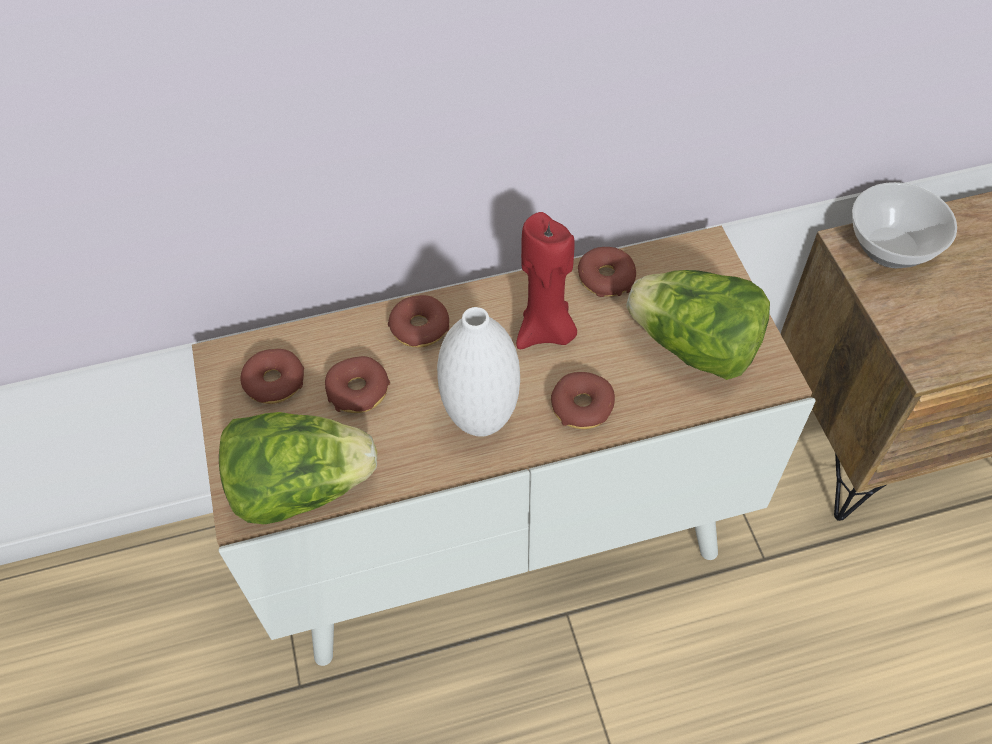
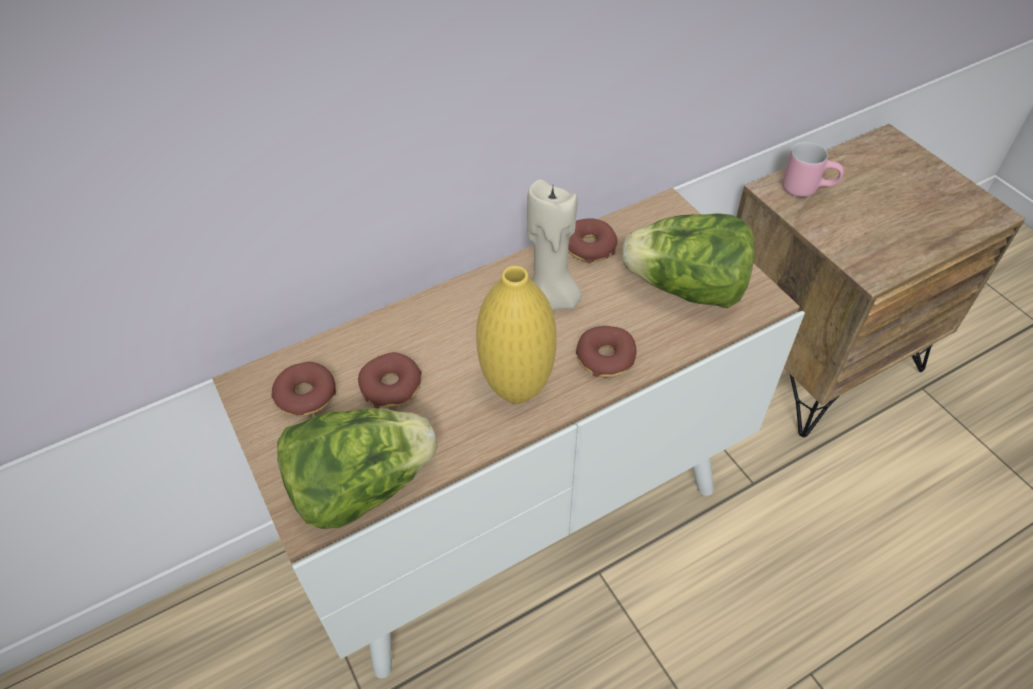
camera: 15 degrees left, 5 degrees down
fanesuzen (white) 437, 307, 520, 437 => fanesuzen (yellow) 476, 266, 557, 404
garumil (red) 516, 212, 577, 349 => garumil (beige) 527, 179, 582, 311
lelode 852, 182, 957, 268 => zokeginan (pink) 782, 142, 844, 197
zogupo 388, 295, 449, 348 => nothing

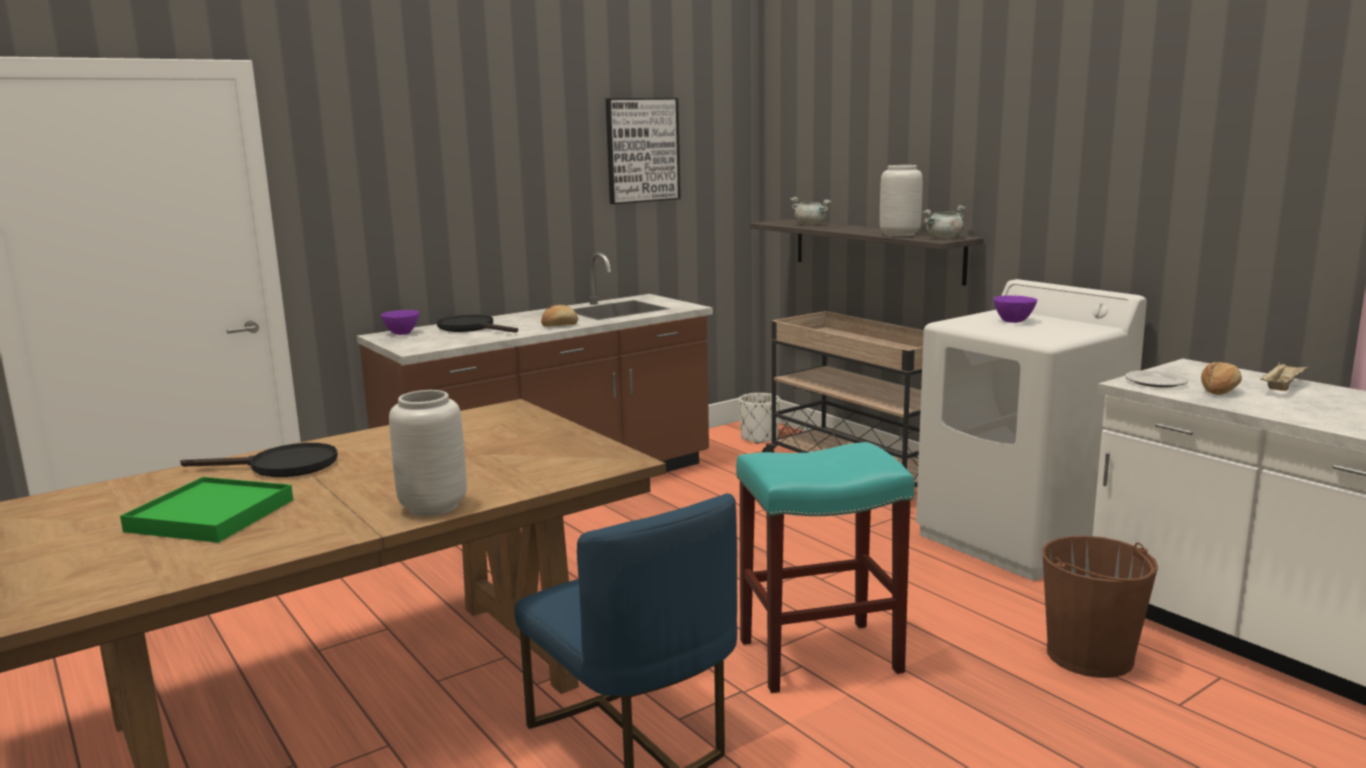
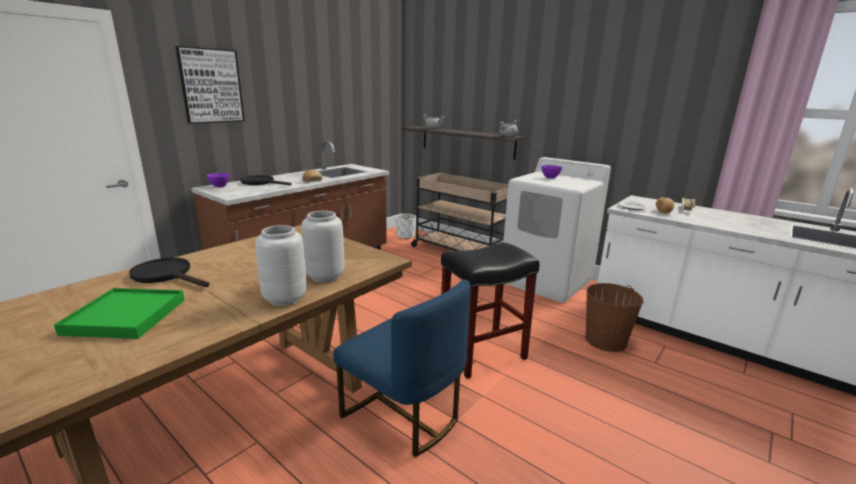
camera: 15 degrees left, 5 degrees up
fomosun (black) 180, 443, 338, 477 => fomosun (black) 129, 258, 209, 287, 135 degrees counterclockwise
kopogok 606, 98, 681, 204 => kopogok 175, 46, 245, 124, move
fanesuzen (grey) 880, 165, 923, 236 => fanesuzen (grey) 301, 211, 344, 282, move
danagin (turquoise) 736, 442, 914, 693 => danagin (black) 441, 242, 539, 379

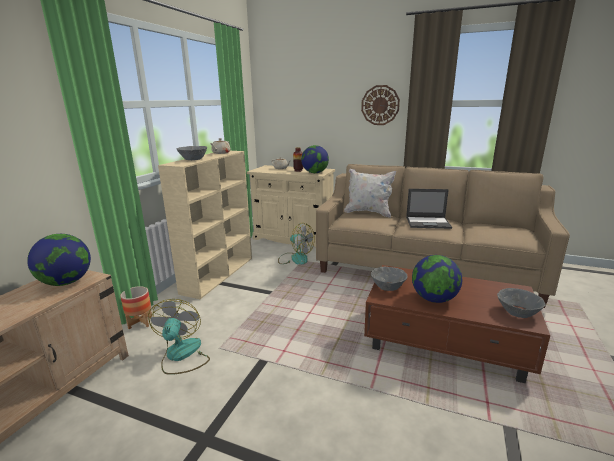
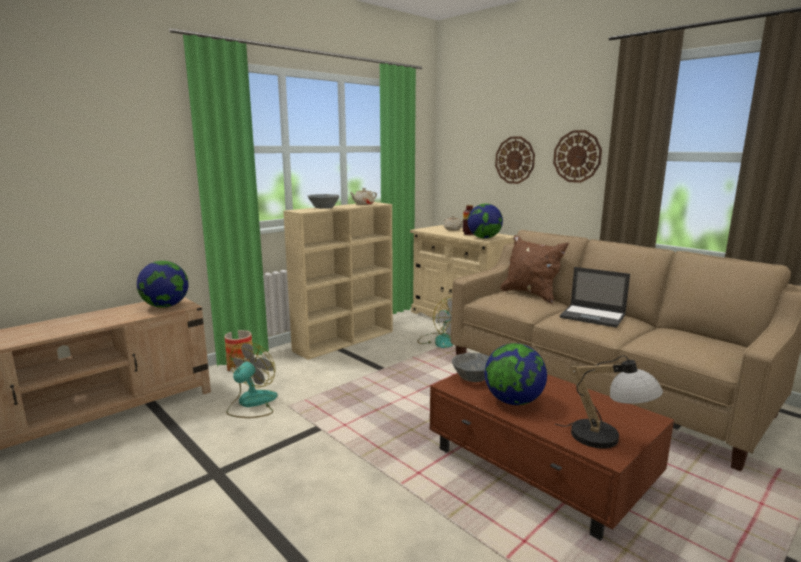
camera: 25 degrees right, 5 degrees down
nothing => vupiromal 495, 136, 535, 184
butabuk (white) 344, 169, 396, 218 => butabuk (brown) 500, 235, 569, 304
lelode (grey) 497, 288, 546, 318 => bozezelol 555, 356, 663, 449

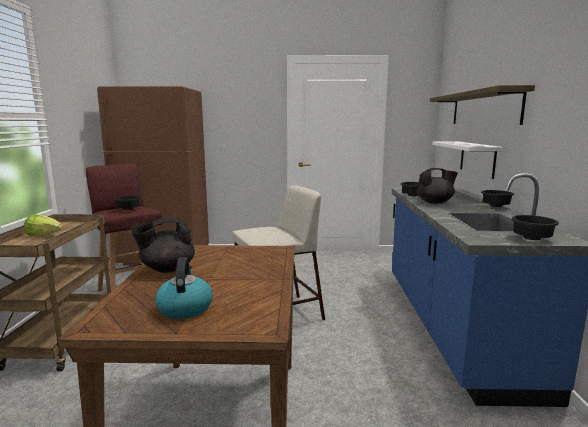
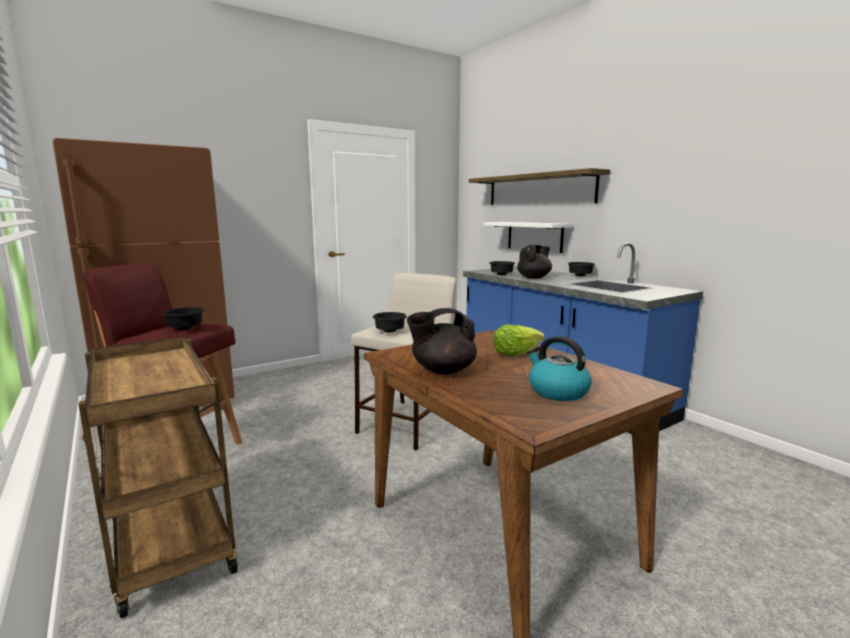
camera: 35 degrees left, 0 degrees up
lelode (black) 511, 215, 559, 240 => lelode (black) 373, 312, 407, 332, move
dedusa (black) 131, 218, 195, 273 => dedusa (black) 407, 308, 477, 374, 45 degrees clockwise
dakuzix 24, 214, 63, 236 => dakuzix 493, 324, 545, 356, move

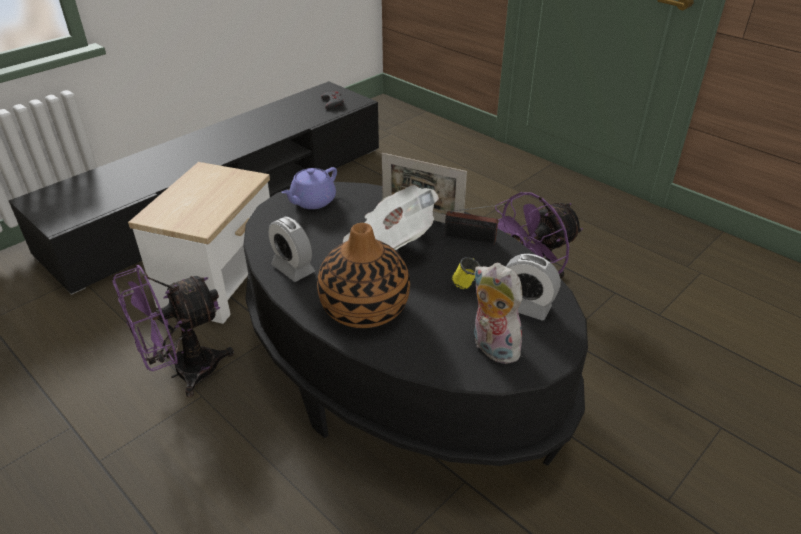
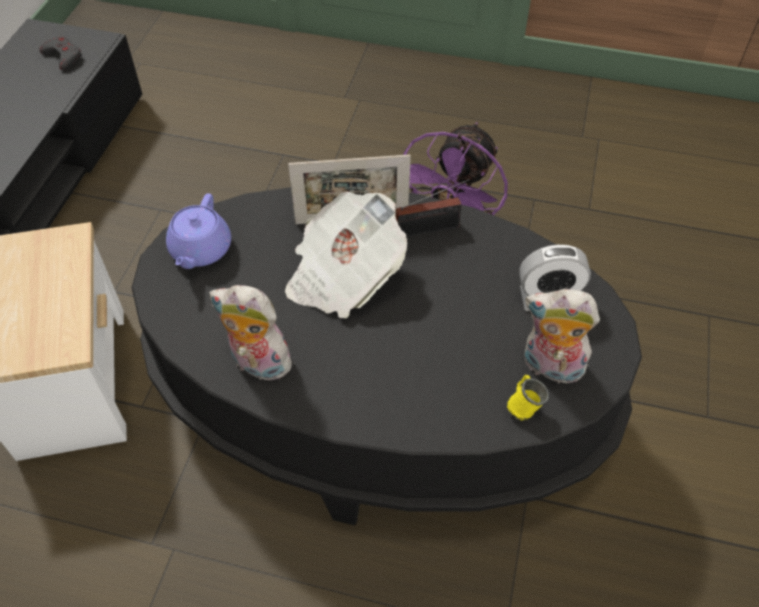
camera: 30 degrees left, 15 degrees up
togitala 268, 217, 315, 282 => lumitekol 209, 285, 299, 380
zokeginan (yellow) 452, 257, 480, 289 => zokeginan (yellow) 507, 374, 549, 420, move
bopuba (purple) 113, 265, 234, 397 => nothing
fanesuzen 317, 223, 410, 328 => nothing

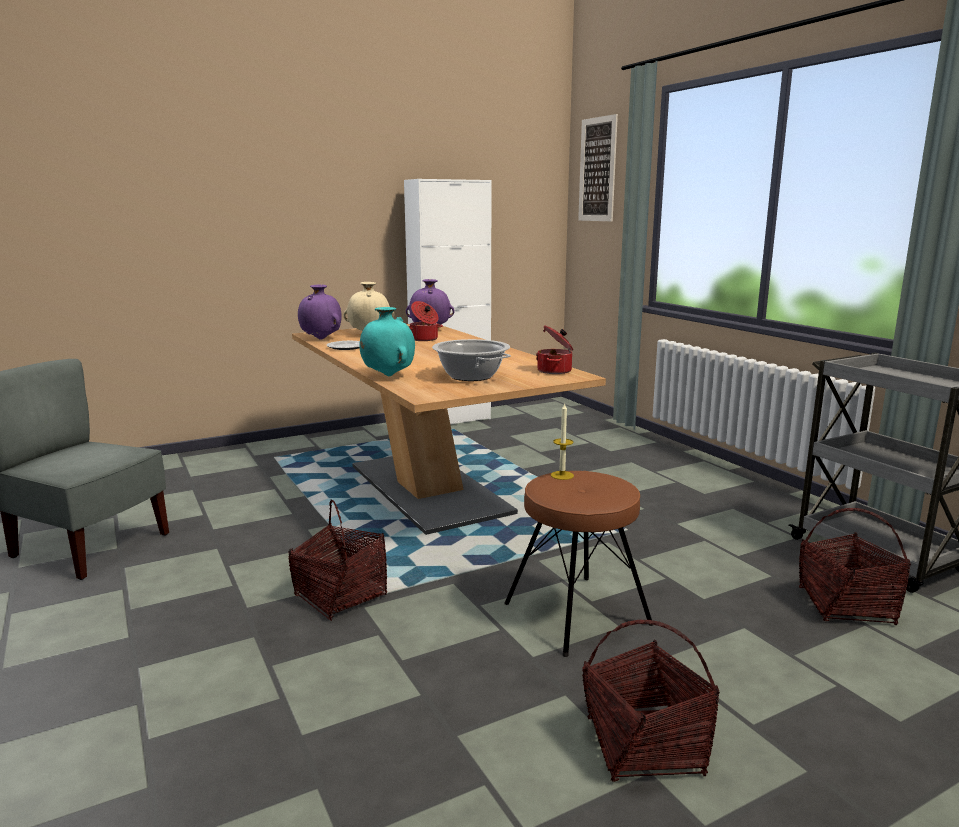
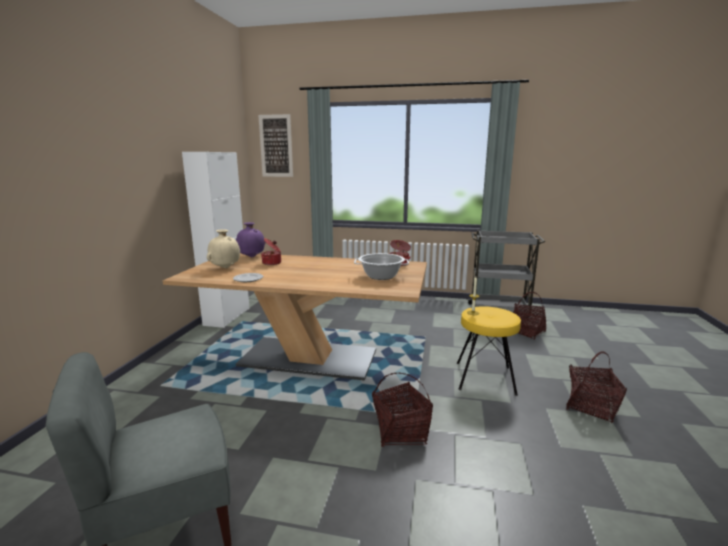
camera: 50 degrees left, 0 degrees up
danagin (brown) 504, 471, 653, 657 => danagin (yellow) 457, 306, 521, 396
fanesuzen (purple) 298, 284, 342, 340 => nothing
fanesuzen (turquoise) 360, 307, 415, 376 => nothing

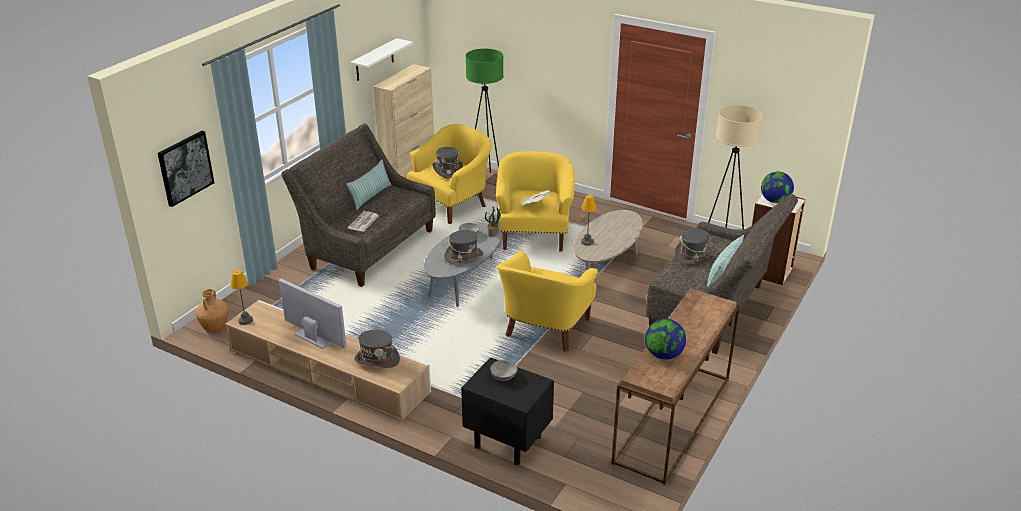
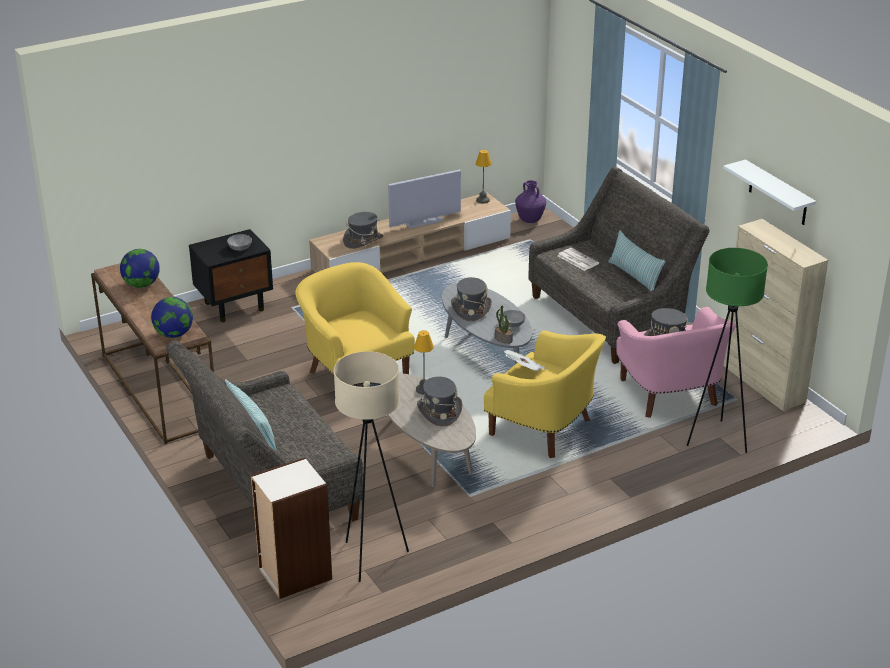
camera: 120 degrees right, 0 degrees up
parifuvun 761, 171, 794, 203 => parifuvun 151, 297, 193, 338, move
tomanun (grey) 675, 229, 713, 265 => tomanun (grey) 417, 376, 462, 426, move
fanesuzen (brown) 195, 289, 229, 332 => fanesuzen (purple) 515, 180, 546, 223
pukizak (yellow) 407, 124, 492, 224 => pukizak (pink) 616, 307, 736, 418
kopogok 158, 131, 214, 207 => nothing

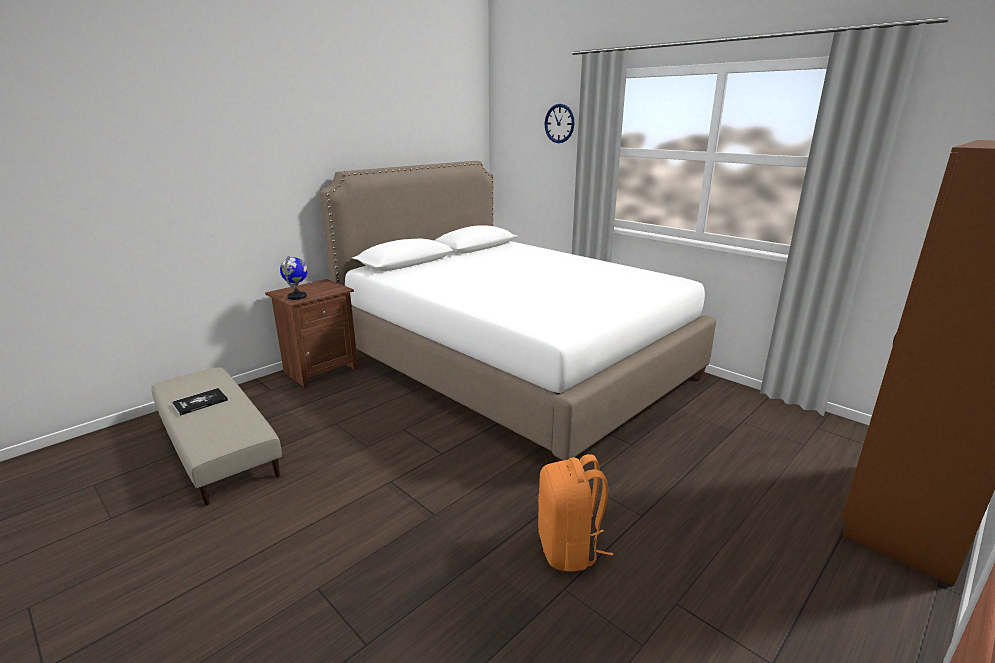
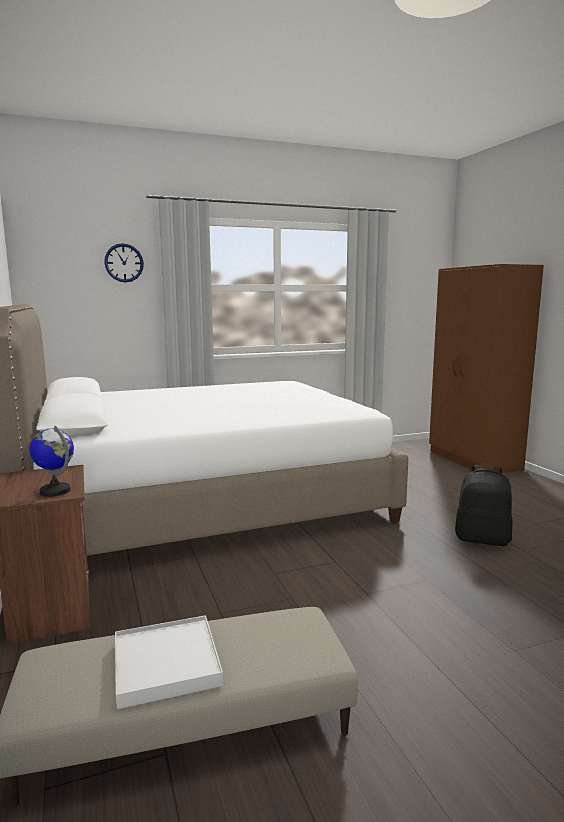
camera: 65 degrees left, 10 degrees down
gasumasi 172, 388, 228, 416 => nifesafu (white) 115, 615, 223, 709
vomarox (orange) 538, 454, 613, 571 => vomarox (black) 455, 465, 513, 546

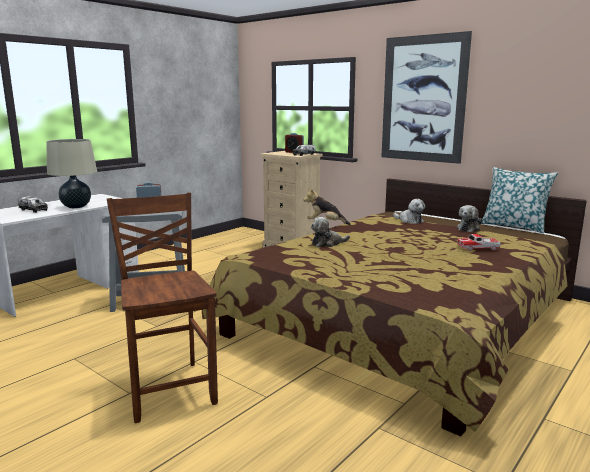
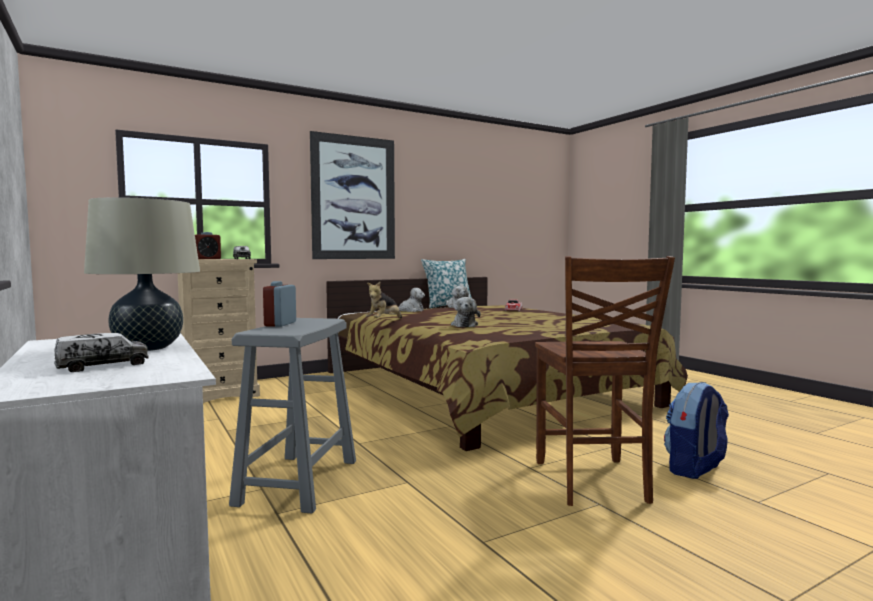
camera: 70 degrees left, 10 degrees down
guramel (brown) 107, 193, 218, 423 => guramel (brown) 535, 256, 675, 506, 90 degrees counterclockwise
nothing => vomarox 664, 382, 729, 479

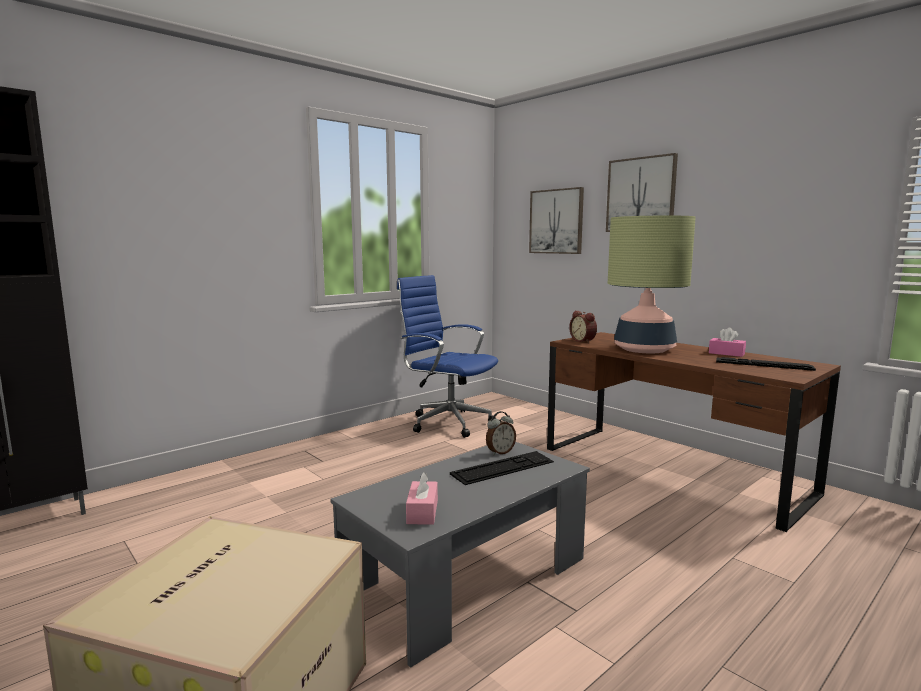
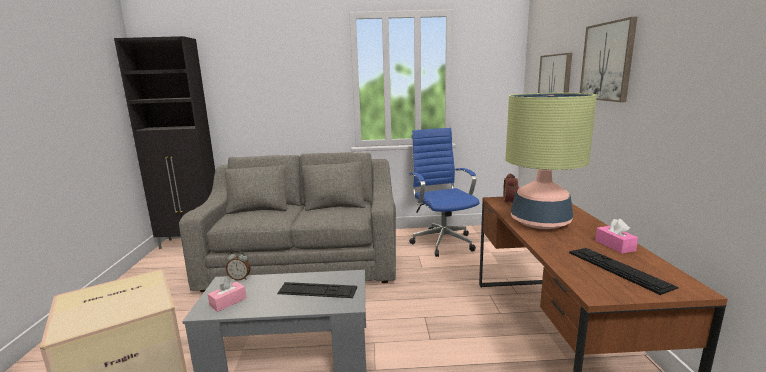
camera: 40 degrees right, 5 degrees up
nothing => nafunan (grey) 179, 152, 396, 292
togitala 486, 411, 516, 455 => togitala 226, 250, 251, 281, move

